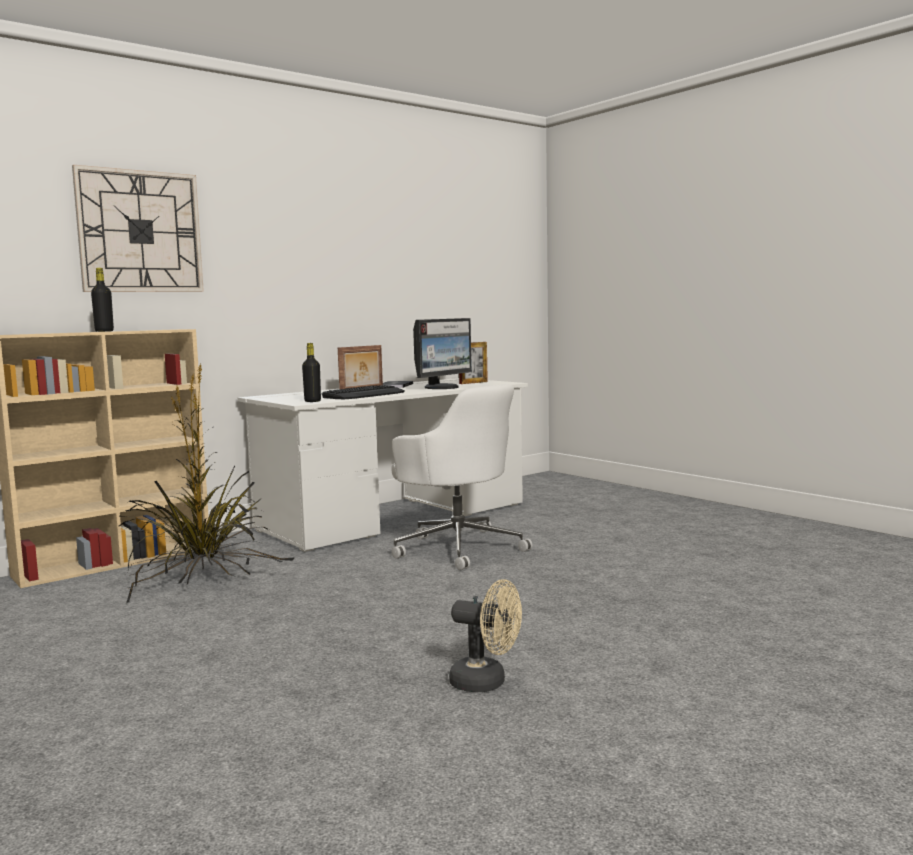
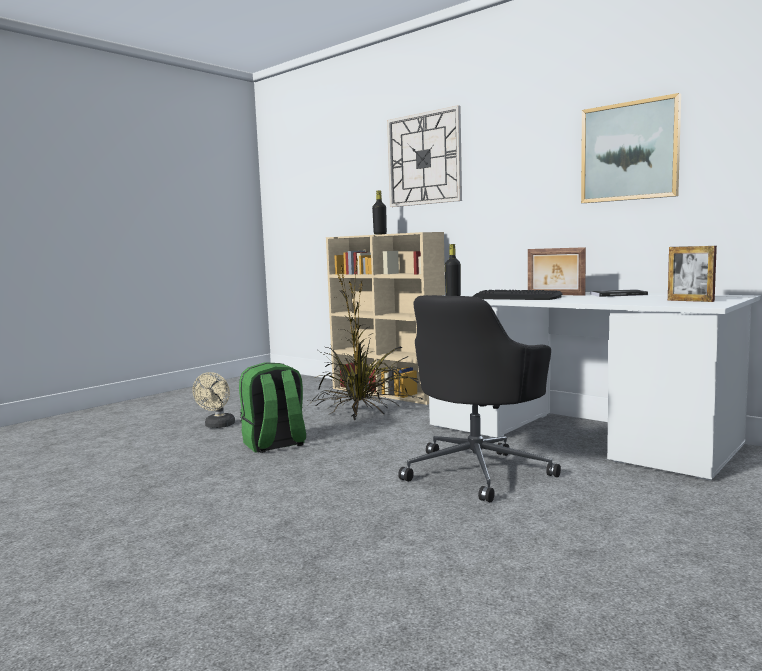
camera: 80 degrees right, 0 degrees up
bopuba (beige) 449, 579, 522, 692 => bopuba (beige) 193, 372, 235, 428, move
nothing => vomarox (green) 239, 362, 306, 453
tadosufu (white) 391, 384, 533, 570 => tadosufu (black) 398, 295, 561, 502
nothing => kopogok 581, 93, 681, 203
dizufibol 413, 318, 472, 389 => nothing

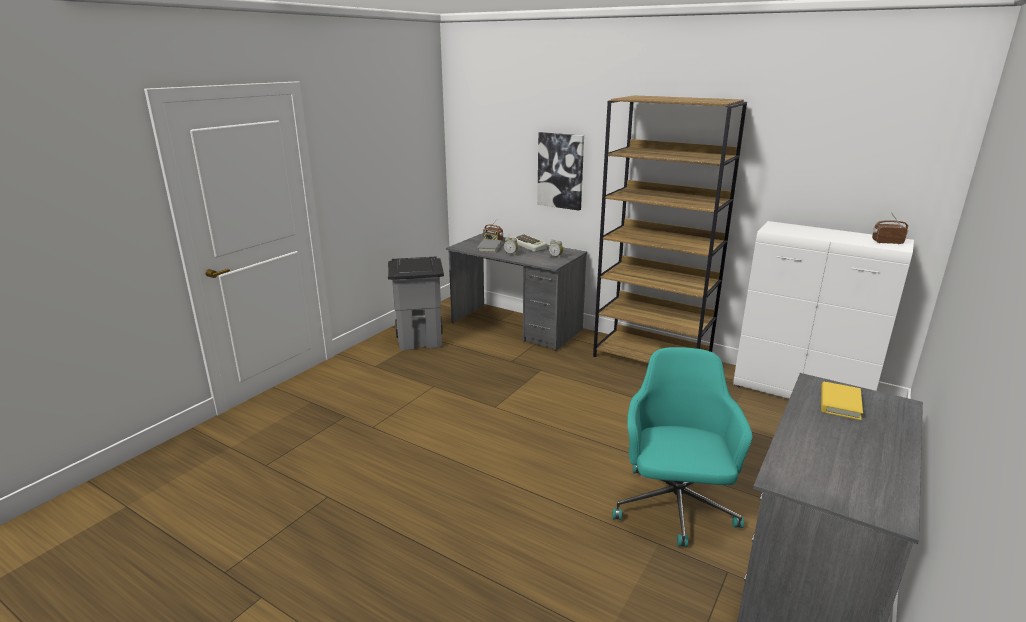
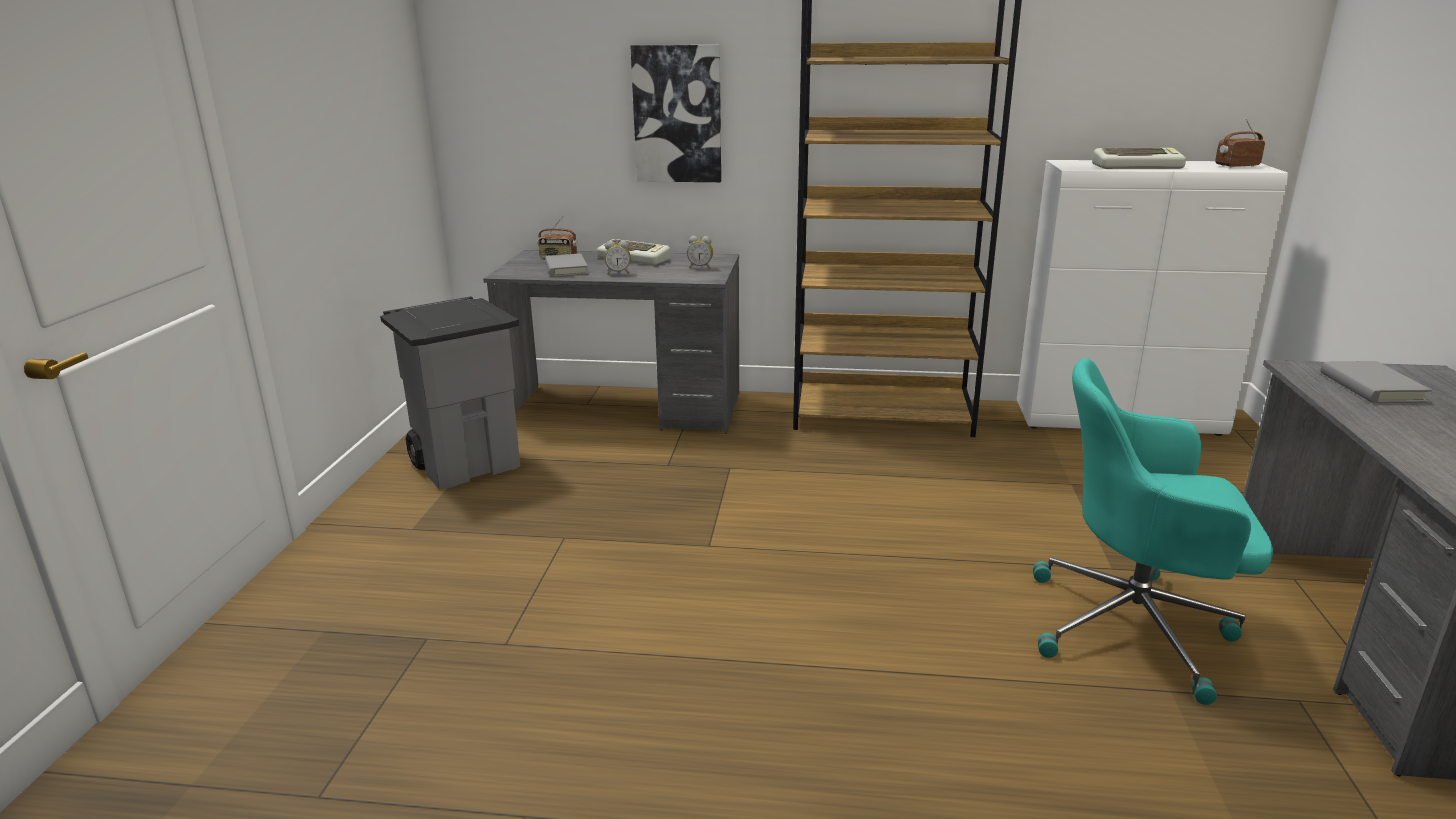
camera: 25 degrees left, 0 degrees up
tadosufu (turquoise) 612, 347, 752, 547 => tadosufu (turquoise) 1033, 358, 1273, 705, 60 degrees counterclockwise
nothing => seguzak 1092, 148, 1186, 169
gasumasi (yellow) 821, 382, 863, 420 => gasumasi (grey) 1321, 361, 1432, 403

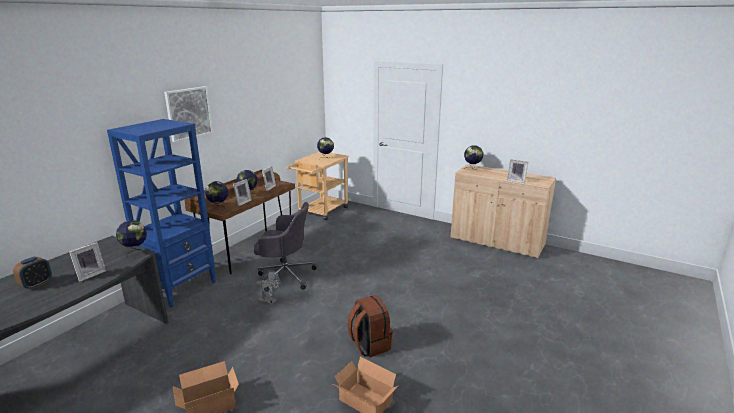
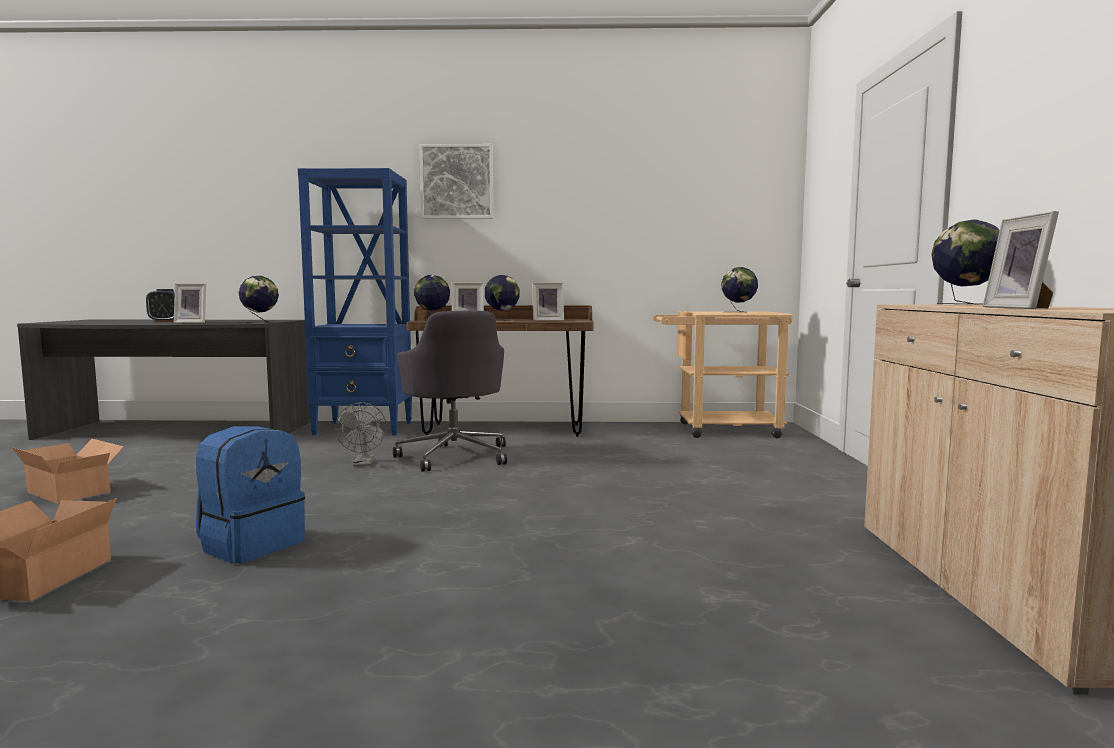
camera: 60 degrees right, 15 degrees down
vomarox (brown) 347, 295, 393, 357 => vomarox (blue) 196, 426, 305, 564

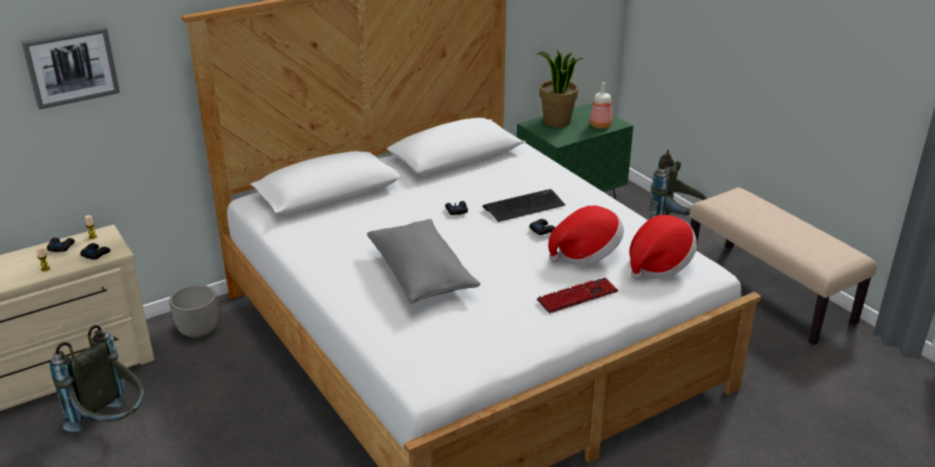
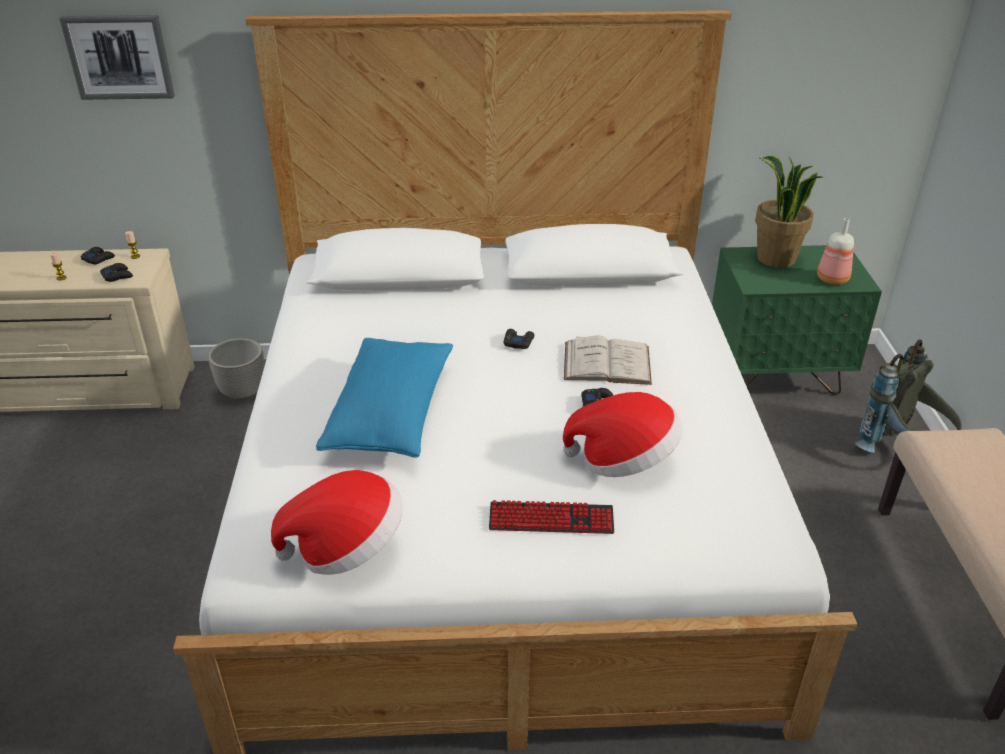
camera: 30 degrees right, 5 degrees up
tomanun 629, 215, 697, 280 => tomanun 271, 470, 403, 575, move
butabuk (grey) 367, 219, 480, 303 => butabuk (blue) 316, 338, 453, 458
seguzak 482, 189, 565, 222 => gasumasi (white) 564, 336, 652, 385
vomarox (grey) 50, 325, 144, 432 => nothing

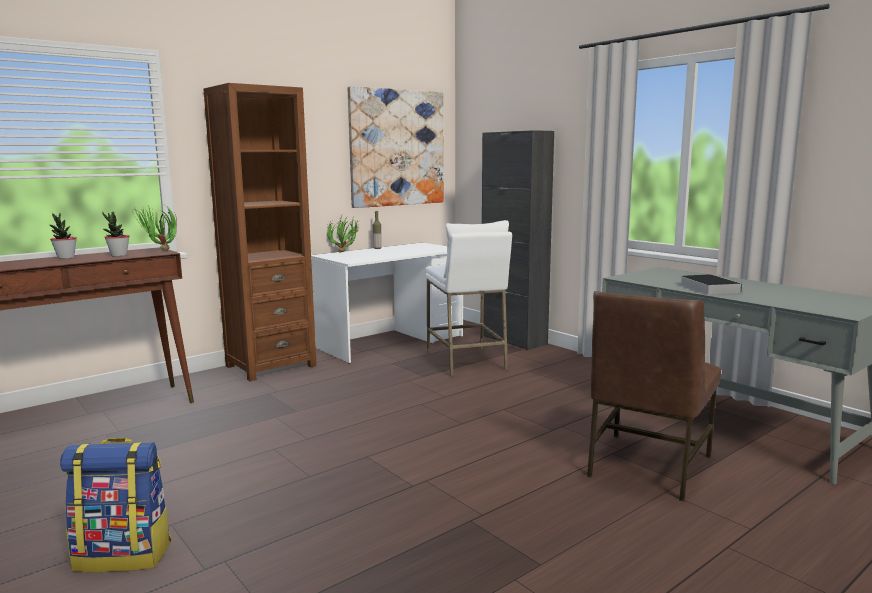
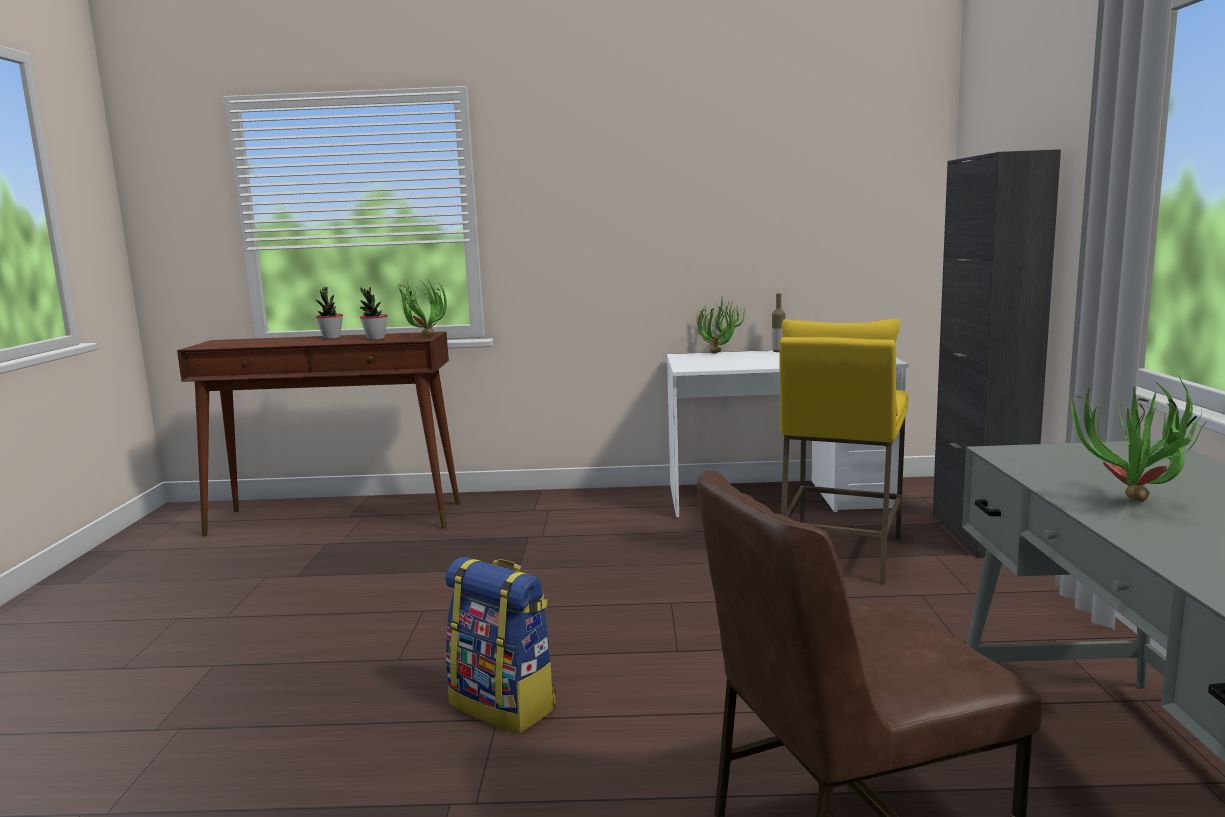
camera: 40 degrees right, 0 degrees up
vomarox 60, 438, 171, 572 => vomarox 445, 557, 556, 733, move
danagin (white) 425, 220, 512, 376 => danagin (yellow) 779, 319, 908, 585
gasumasi 681, 274, 742, 295 => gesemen 1070, 377, 1210, 502
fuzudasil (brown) 203, 83, 317, 382 => nothing
kopogok 347, 86, 444, 208 => nothing

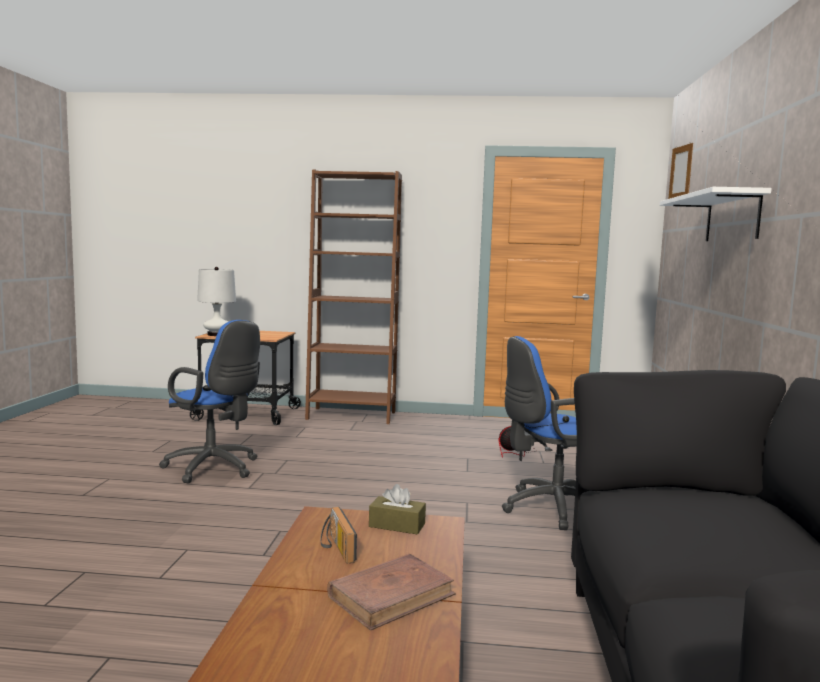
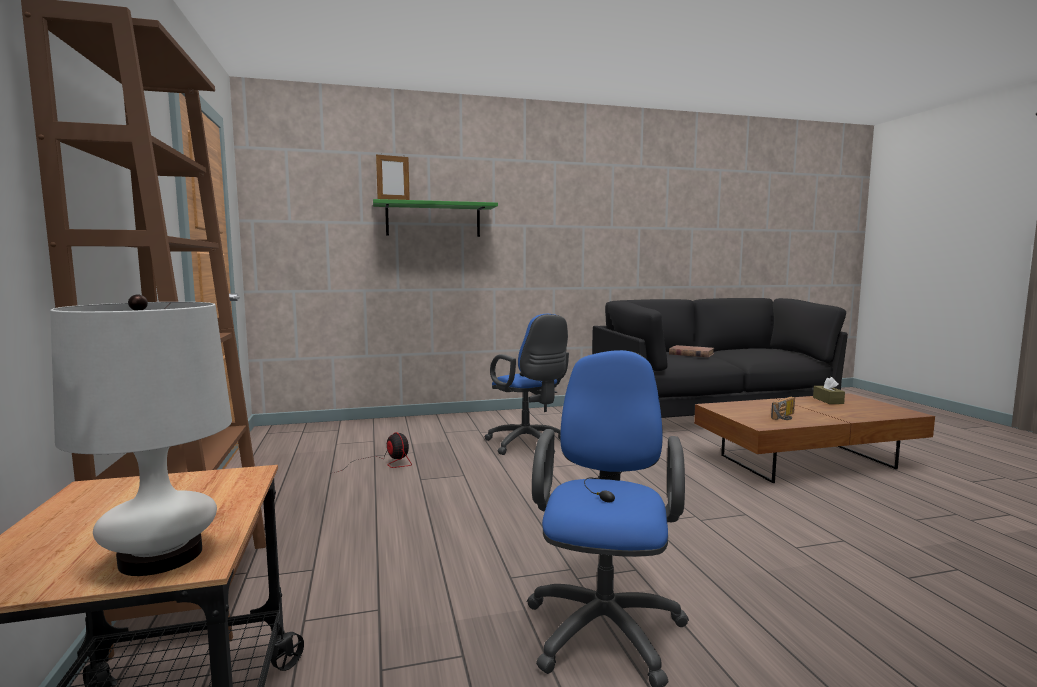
camera: 110 degrees left, 0 degrees up
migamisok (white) 660, 187, 772, 241 => migamisok (green) 373, 199, 498, 237
gasumasi (brown) 327, 553, 456, 631 => gasumasi (brown) 669, 345, 714, 358, move
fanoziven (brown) 369, 484, 426, 535 => fanoziven (brown) 813, 377, 845, 404, move

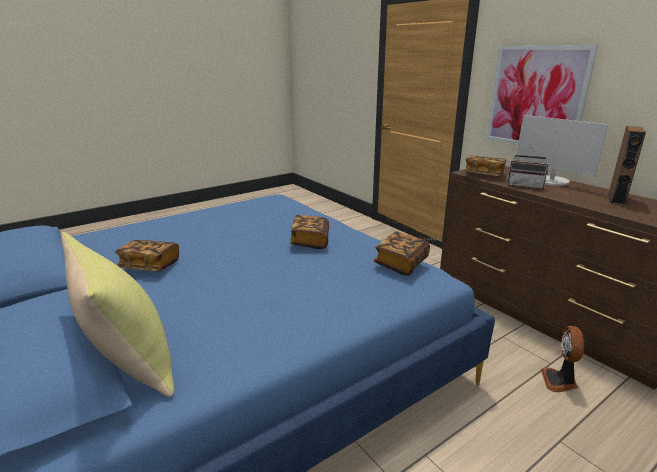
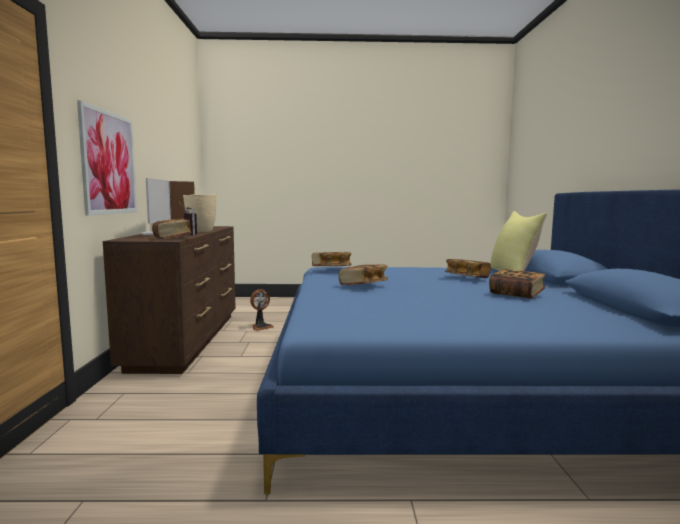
camera: 145 degrees left, 15 degrees down
nothing => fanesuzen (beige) 183, 194, 216, 232
nothing => gasumasi 445, 259, 491, 278

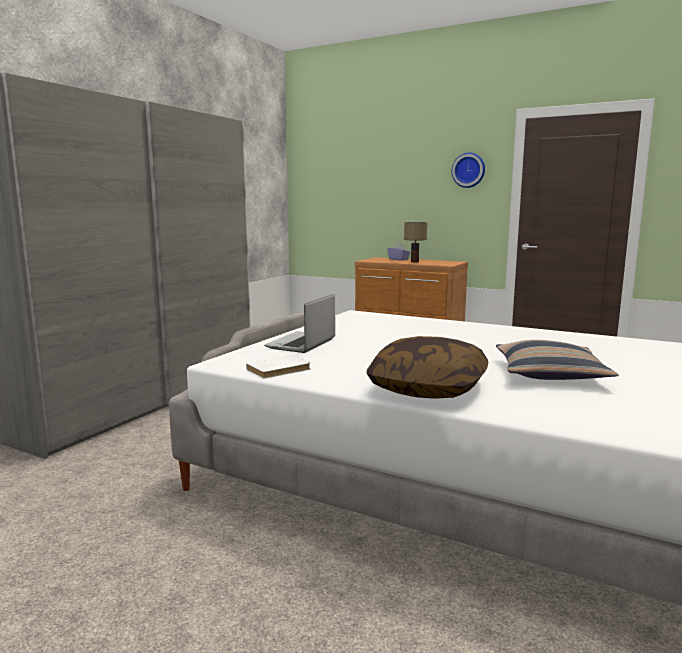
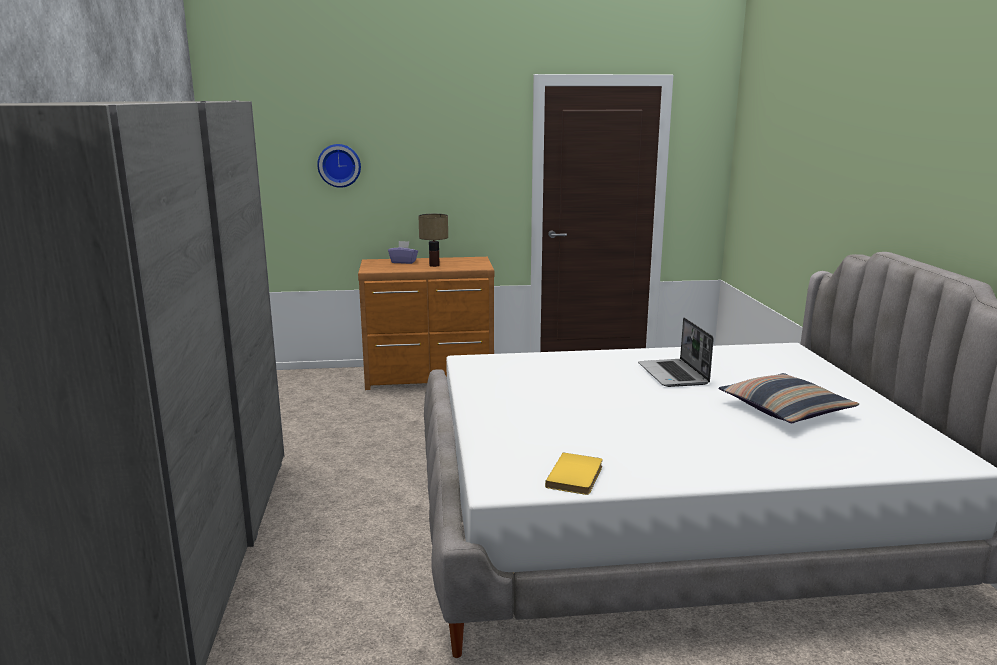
camera: 35 degrees left, 5 degrees up
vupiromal 452, 153, 485, 188 => vupiromal 317, 144, 361, 188, move
gasumasi (white) 246, 355, 310, 378 => gasumasi (yellow) 545, 453, 603, 495
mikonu 264, 294, 335, 353 => mikonu 638, 317, 714, 387, move
butabuk 366, 336, 488, 399 => nothing

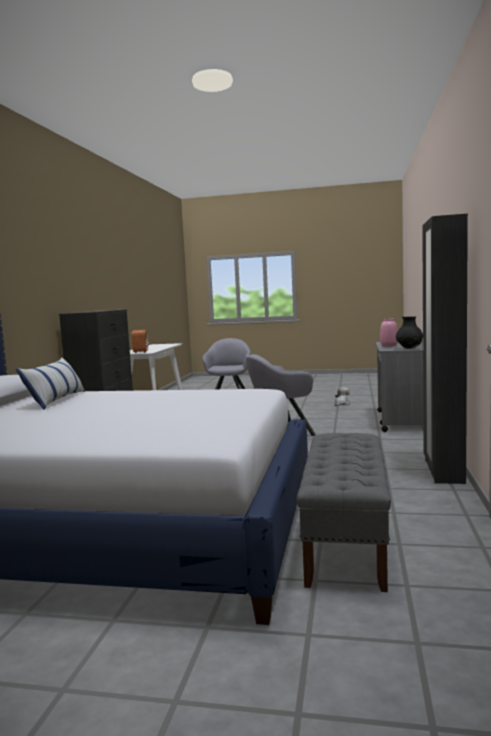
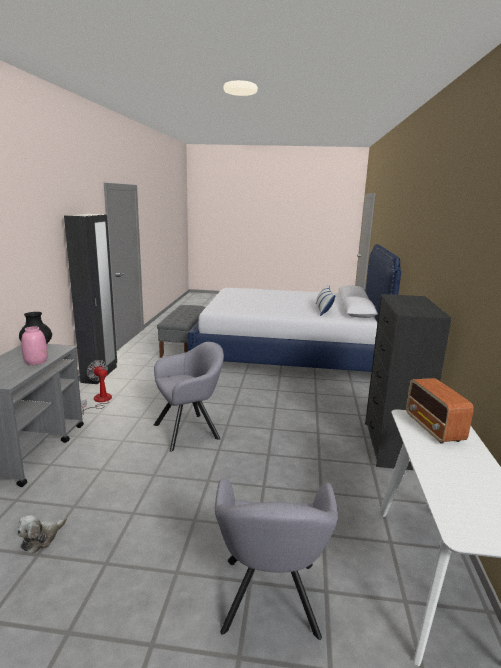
camera: 175 degrees right, 10 degrees up
nothing => bopuba 81, 360, 112, 414

